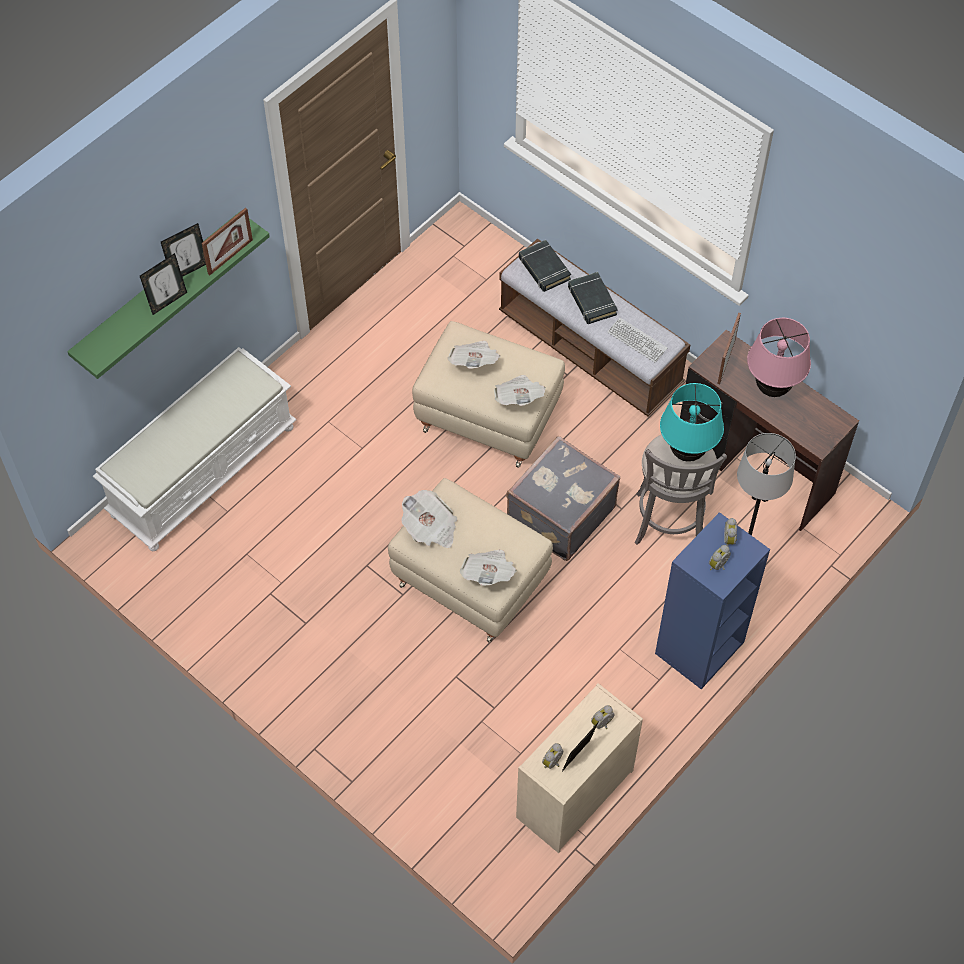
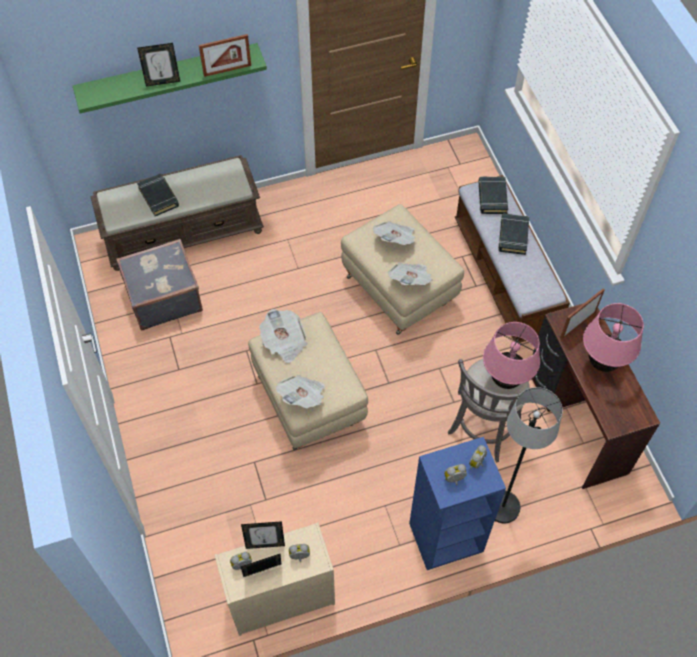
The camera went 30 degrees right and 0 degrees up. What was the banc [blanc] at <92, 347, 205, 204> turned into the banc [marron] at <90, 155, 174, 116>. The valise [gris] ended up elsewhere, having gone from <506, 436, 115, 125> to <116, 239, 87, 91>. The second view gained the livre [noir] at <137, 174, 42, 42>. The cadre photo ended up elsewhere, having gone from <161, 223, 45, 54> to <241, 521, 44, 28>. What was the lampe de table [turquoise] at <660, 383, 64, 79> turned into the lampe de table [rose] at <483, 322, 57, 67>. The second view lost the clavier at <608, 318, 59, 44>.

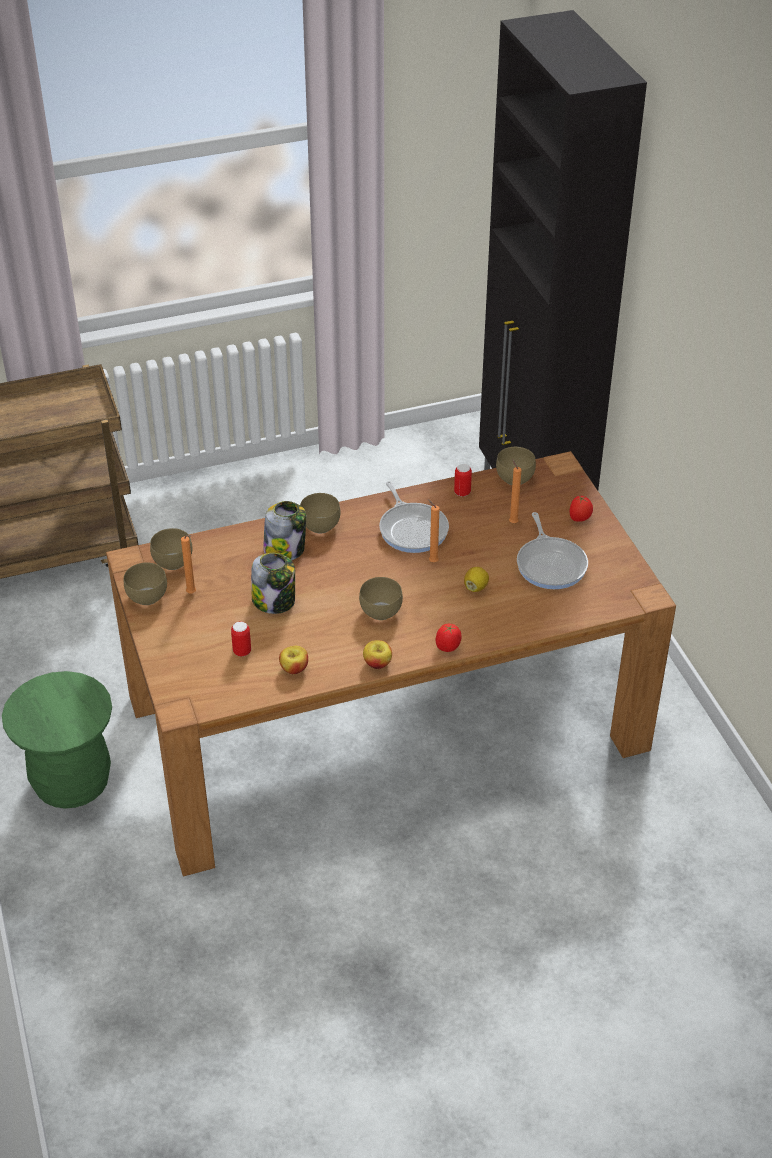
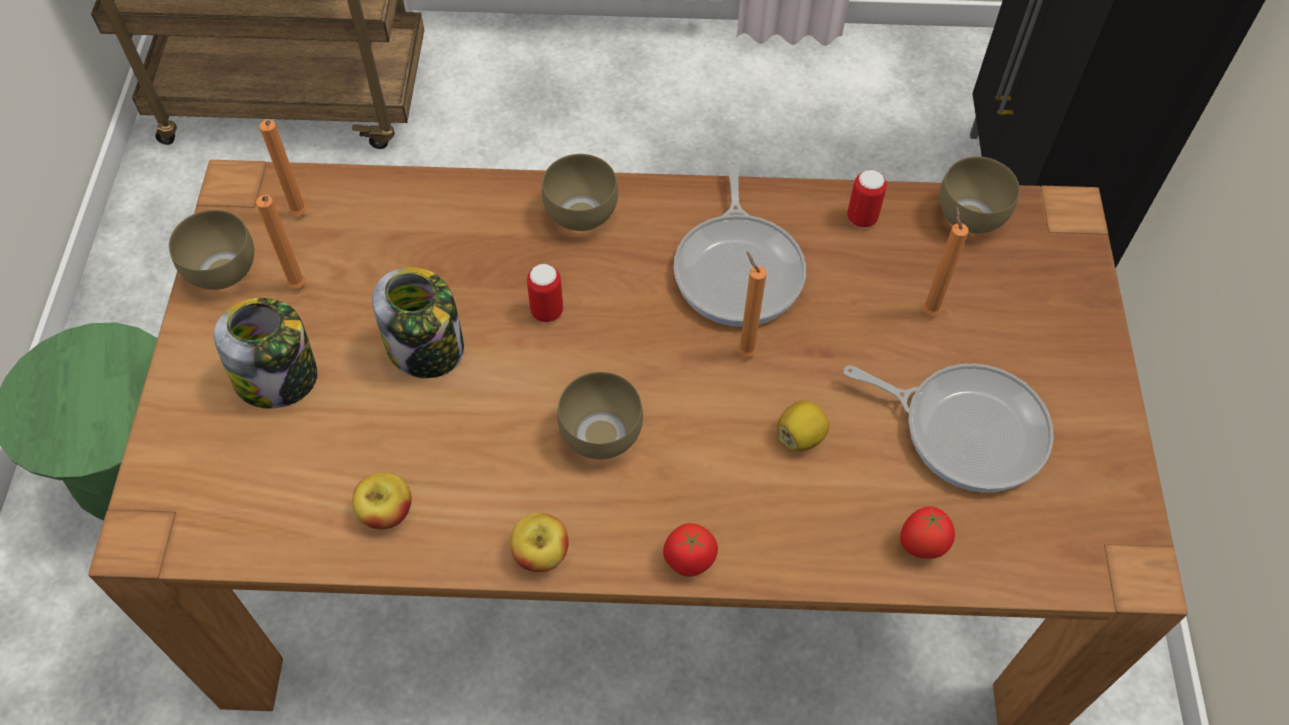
The camera went 20 degrees right and 15 degrees up. The bocal ended up elsewhere, having gone from <263, 501, 43, 59> to <214, 298, 103, 111>. Where the bol [marron] stood at <150, 528, 42, 42>, the bougie [orange] came to stand at <260, 120, 47, 96>. The boîte métallique ended up elsewhere, having gone from <231, 621, 20, 36> to <527, 264, 36, 58>. The poêle at <517, 512, 71, 77> ended up facing another way, 75 degrees counterclockwise from before. The tomate ended up elsewhere, having gone from <570, 496, 23, 25> to <900, 506, 55, 53>.

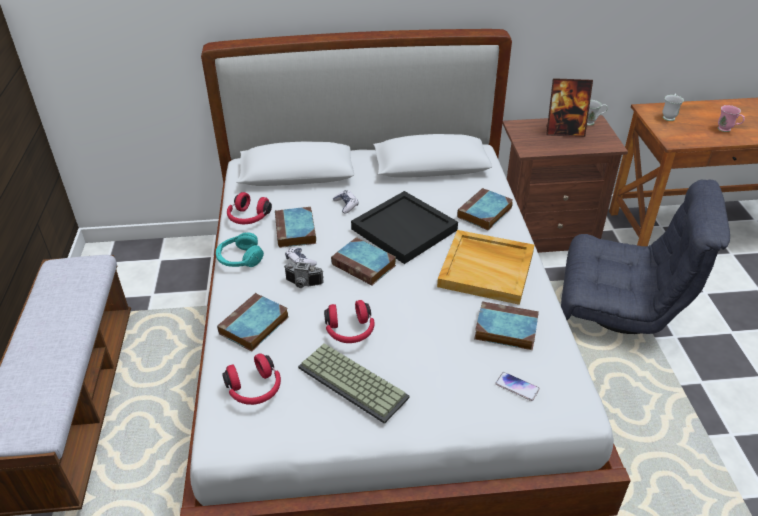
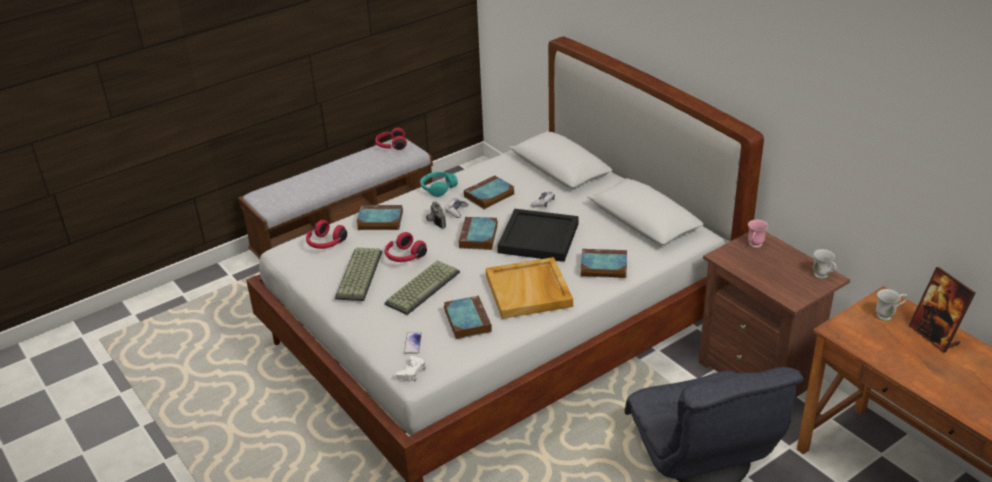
The camera went 60 degrees right and 5 degrees down. The casque audio [rouge] ended up elsewhere, having gone from <227, 192, 45, 32> to <375, 128, 32, 22>. The second view gained the clavier at <385, 260, 75, 55>. The second view gained the manette [blanc] at <396, 356, 30, 26>. The mug [rose] ended up elsewhere, having gone from <718, 105, 27, 27> to <748, 220, 20, 28>. The cadre photo ended up elsewhere, having gone from <546, 78, 47, 59> to <908, 267, 68, 86>.

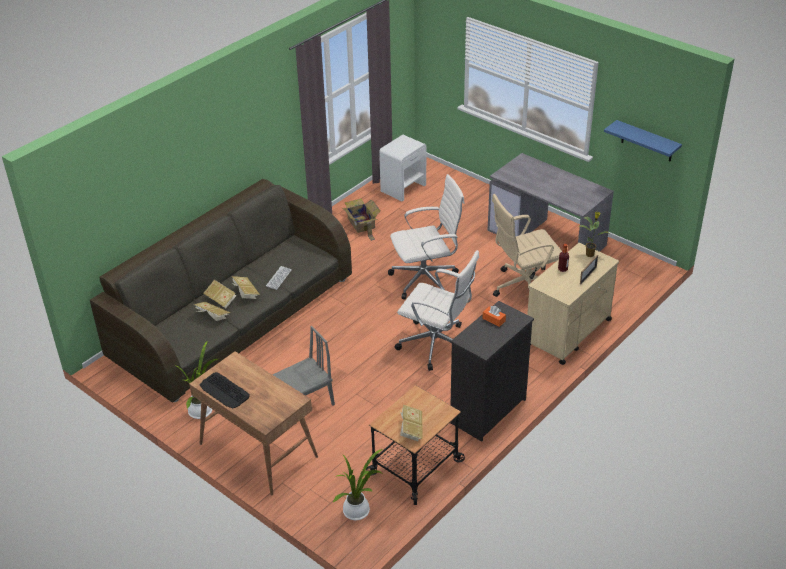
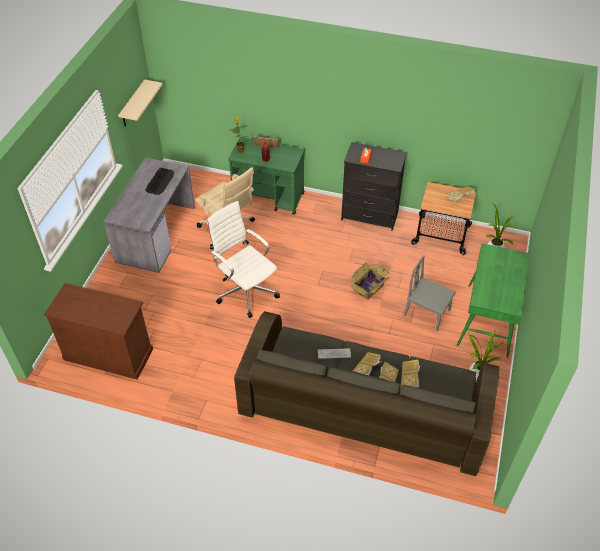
The camera went 115 degrees left and 10 degrees up. Where the table de chevet [blanc] stood at <379, 135, 47, 66>, the meuble de rangement [marron] came to stand at <44, 283, 109, 97>. What was the étagère [bleu] at <604, 120, 78, 42> turned into the étagère [beige] at <118, 79, 45, 48>. The clavier ended up elsewhere, having gone from <200, 372, 50, 37> to <145, 168, 29, 27>. What was the chariot [beige] at <527, 243, 92, 122> turned into the chariot [vert] at <228, 137, 77, 78>. The carton ended up elsewhere, having gone from <342, 198, 38, 43> to <350, 262, 40, 38>. What was the bureau [marron] at <189, 351, 129, 145> turned into the bureau [vert] at <457, 243, 73, 114>. The second view lost the chaise de bureau [blanc] at <395, 250, 84, 121>.

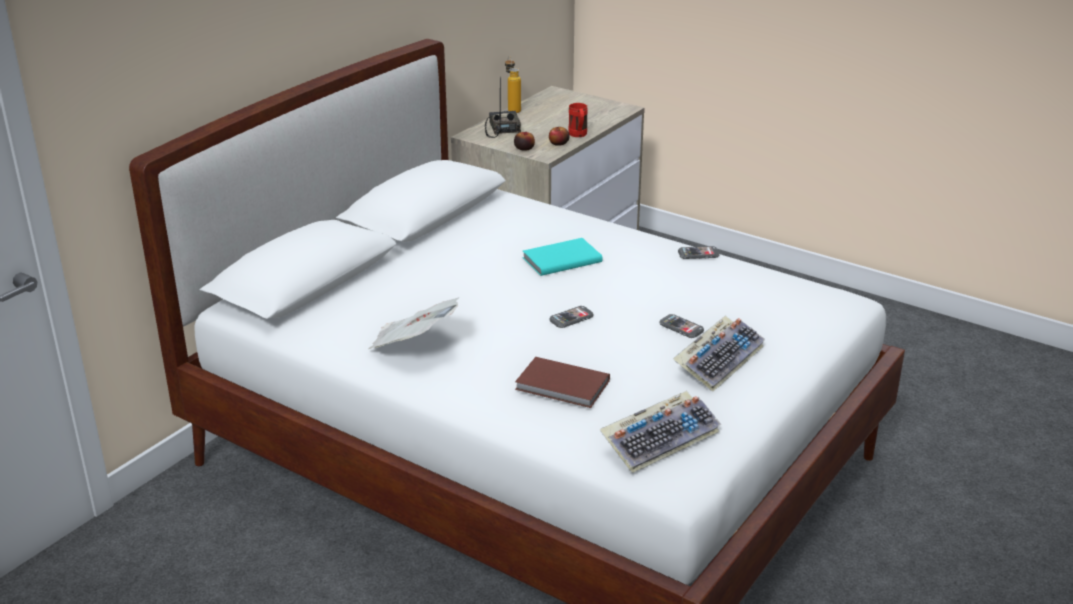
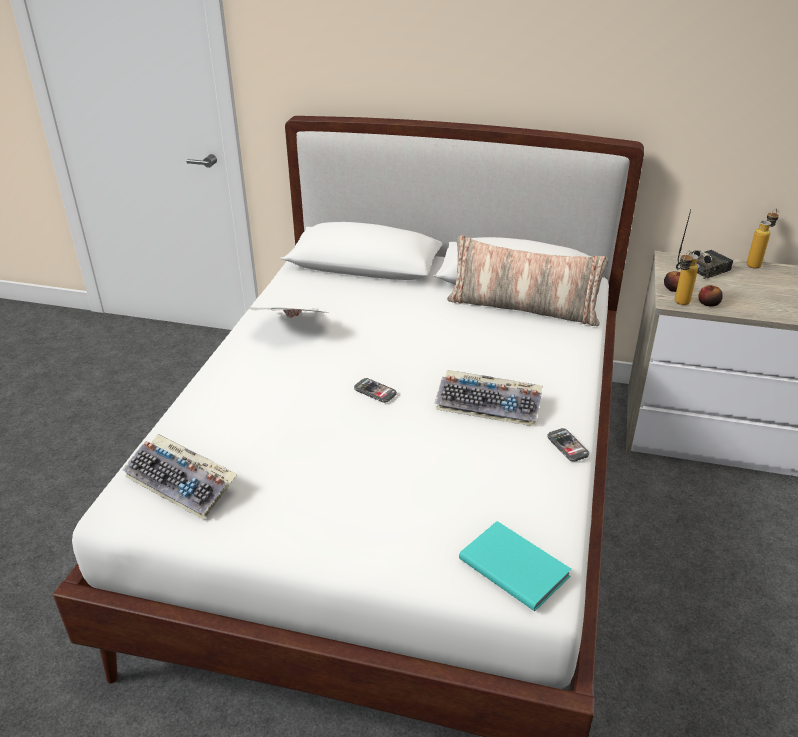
The camera went 70 degrees right and 5 degrees up. The clavier ended up elsewhere, having gone from <673, 316, 92, 76> to <434, 370, 108, 56>. The second view gained the coussin at <447, 235, 162, 91>. The livre [turquoise] ended up elsewhere, having gone from <522, 238, 81, 38> to <459, 521, 113, 90>. The second view gained the bouteille at <675, 250, 24, 55>. The second view lost the livre [marron] at <515, 357, 95, 51>. The second view lost the mug [rouge] at <568, 103, 20, 34>. The second view lost the téléphone at <659, 314, 45, 24>.

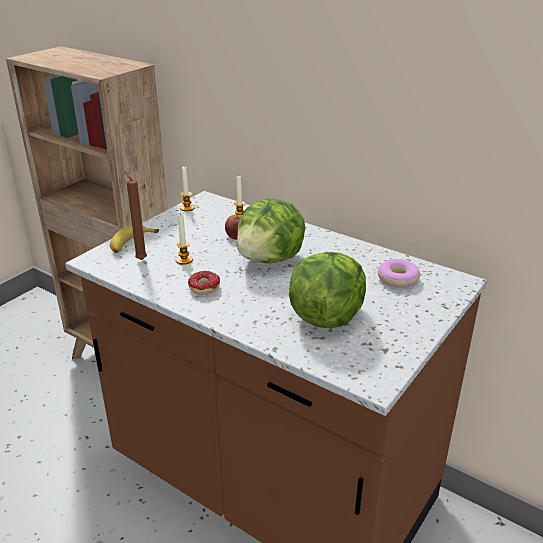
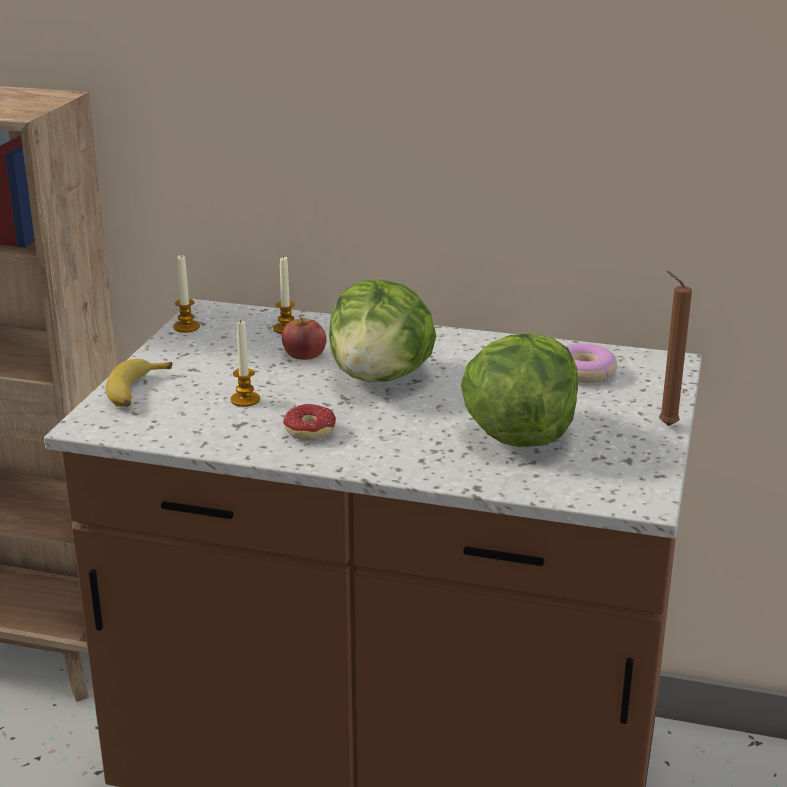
The camera went 20 degrees left and 5 degrees down. The bougie [marron] ended up elsewhere, having gone from <123, 170, 24, 90> to <659, 271, 33, 155>.

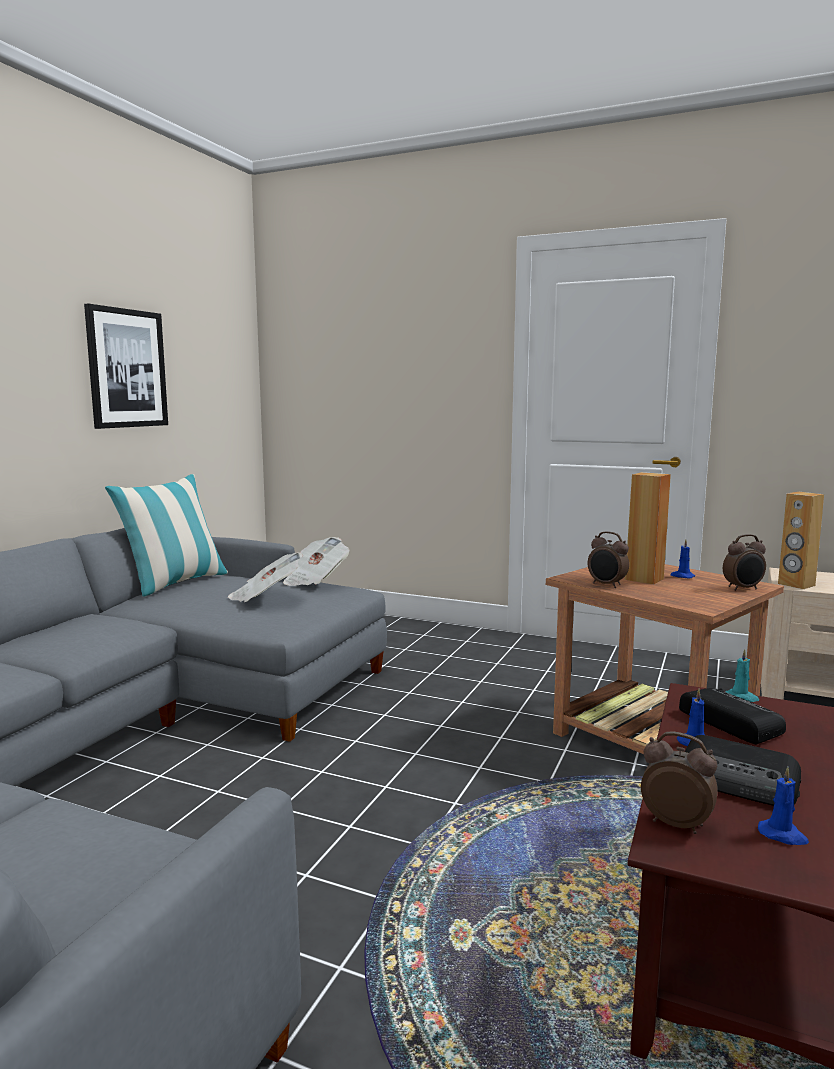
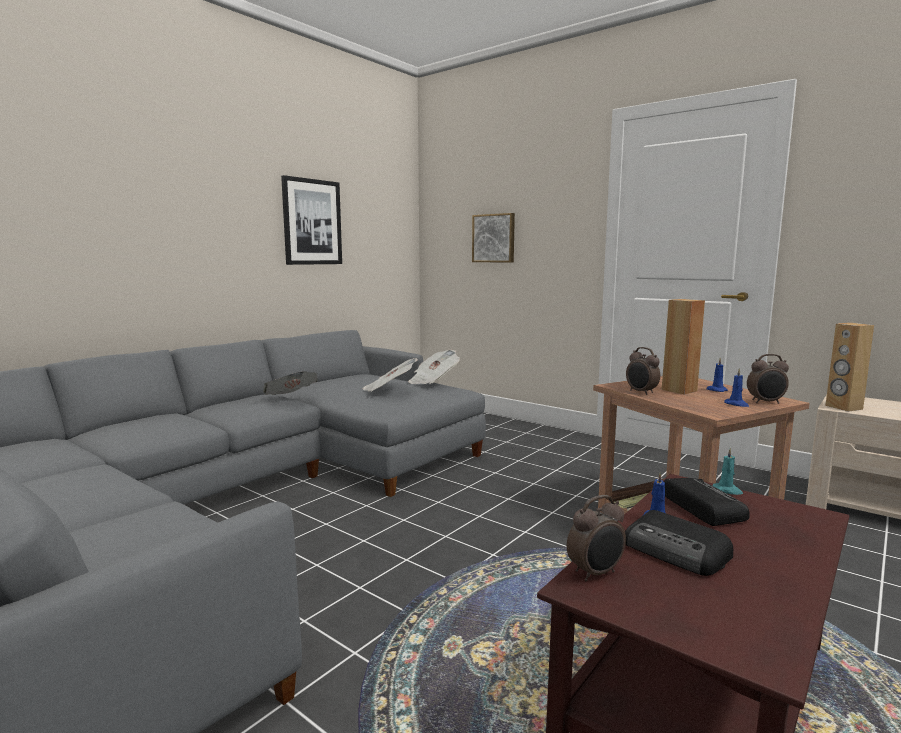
The camera went 15 degrees right and 0 degrees up. The second view gained the journal at <263, 371, 55, 24>. The second view gained the tableau at <472, 213, 43, 50>. The réveil at <641, 732, 77, 102> ended up facing another way, 105 degrees clockwise from before. The bougie [bleu] ended up elsewhere, having gone from <758, 767, 51, 78> to <724, 368, 25, 39>. The second view lost the coussin at <105, 474, 123, 123>.

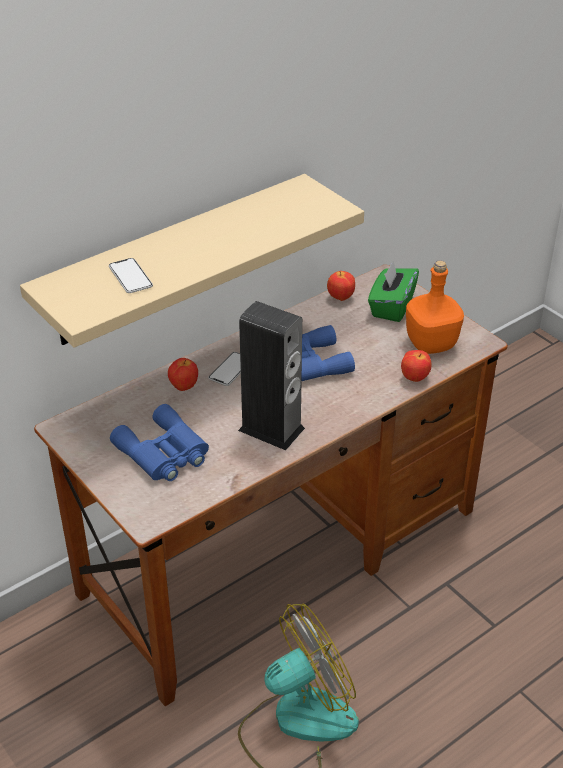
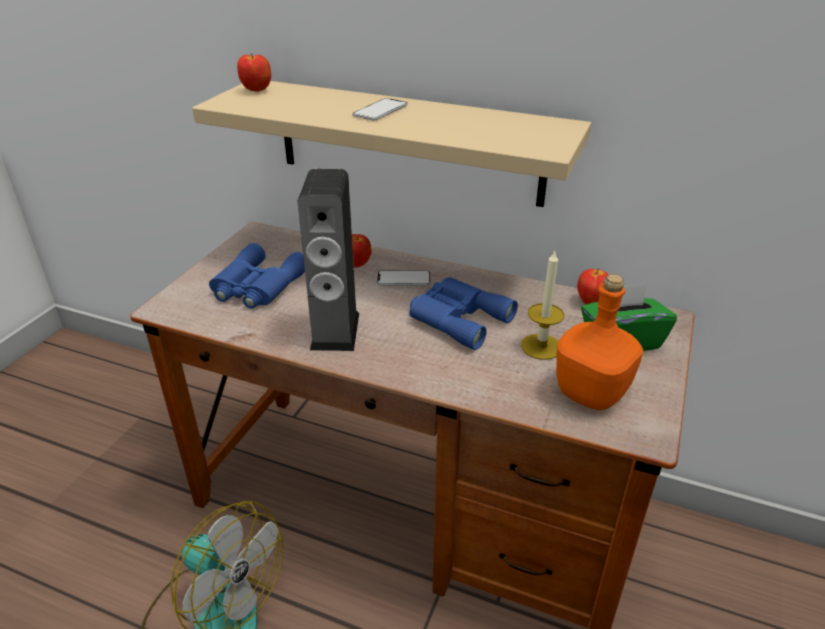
The camera went 60 degrees right and 5 degrees down. The pomme ended up elsewhere, having gone from <401, 350, 31, 32> to <237, 53, 34, 39>. The téléphone ended up elsewhere, having gone from <109, 258, 44, 35> to <352, 98, 56, 23>. The second view gained the bougie at <521, 250, 43, 110>.

